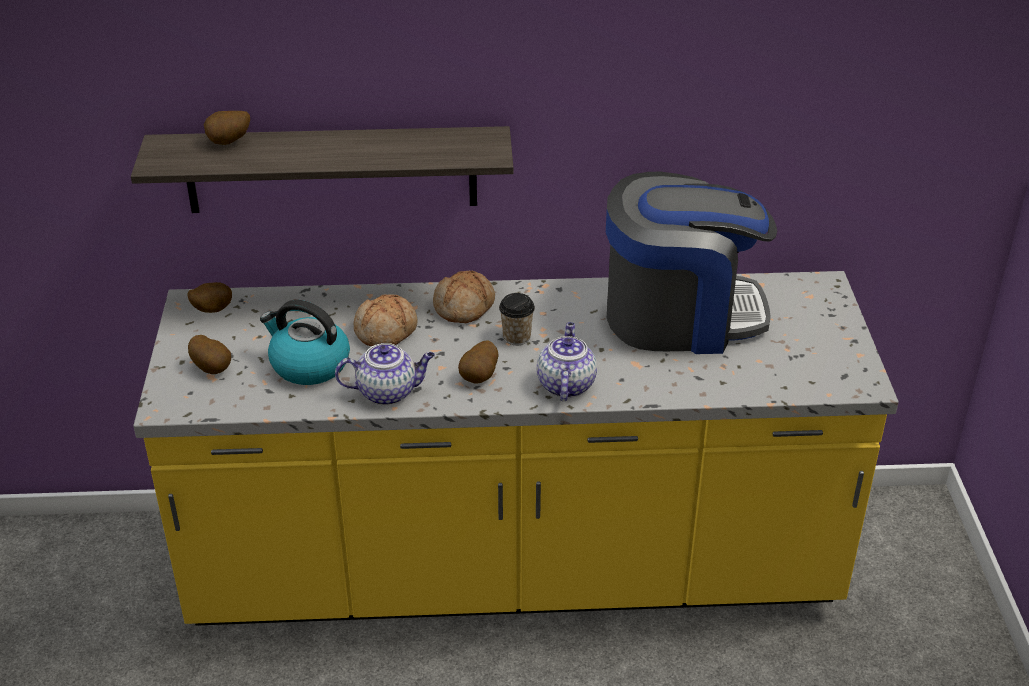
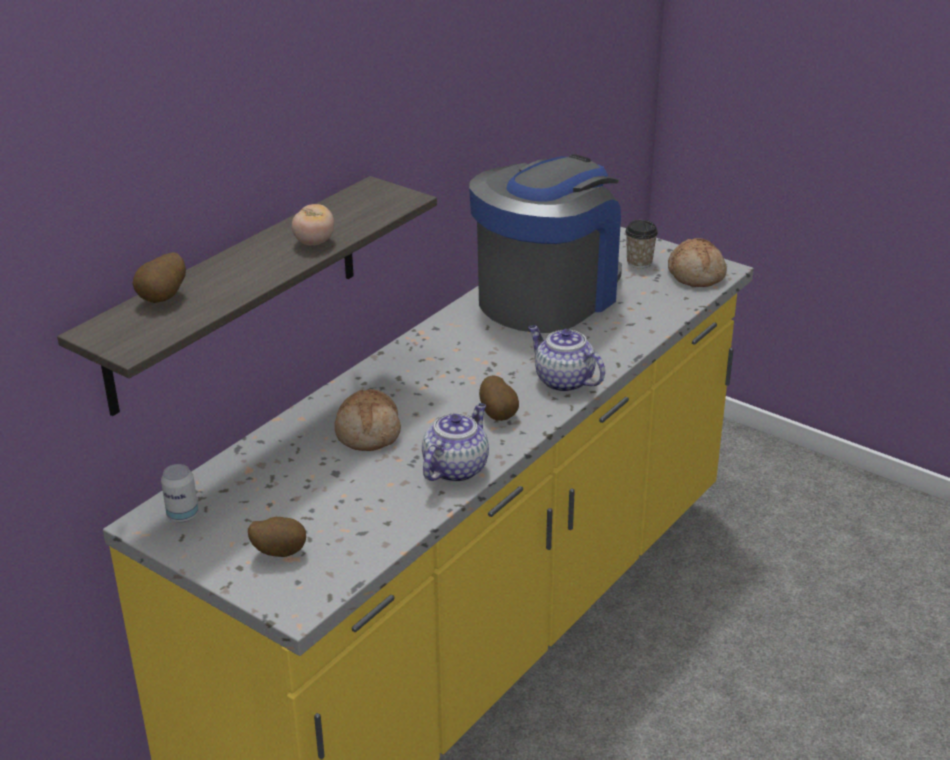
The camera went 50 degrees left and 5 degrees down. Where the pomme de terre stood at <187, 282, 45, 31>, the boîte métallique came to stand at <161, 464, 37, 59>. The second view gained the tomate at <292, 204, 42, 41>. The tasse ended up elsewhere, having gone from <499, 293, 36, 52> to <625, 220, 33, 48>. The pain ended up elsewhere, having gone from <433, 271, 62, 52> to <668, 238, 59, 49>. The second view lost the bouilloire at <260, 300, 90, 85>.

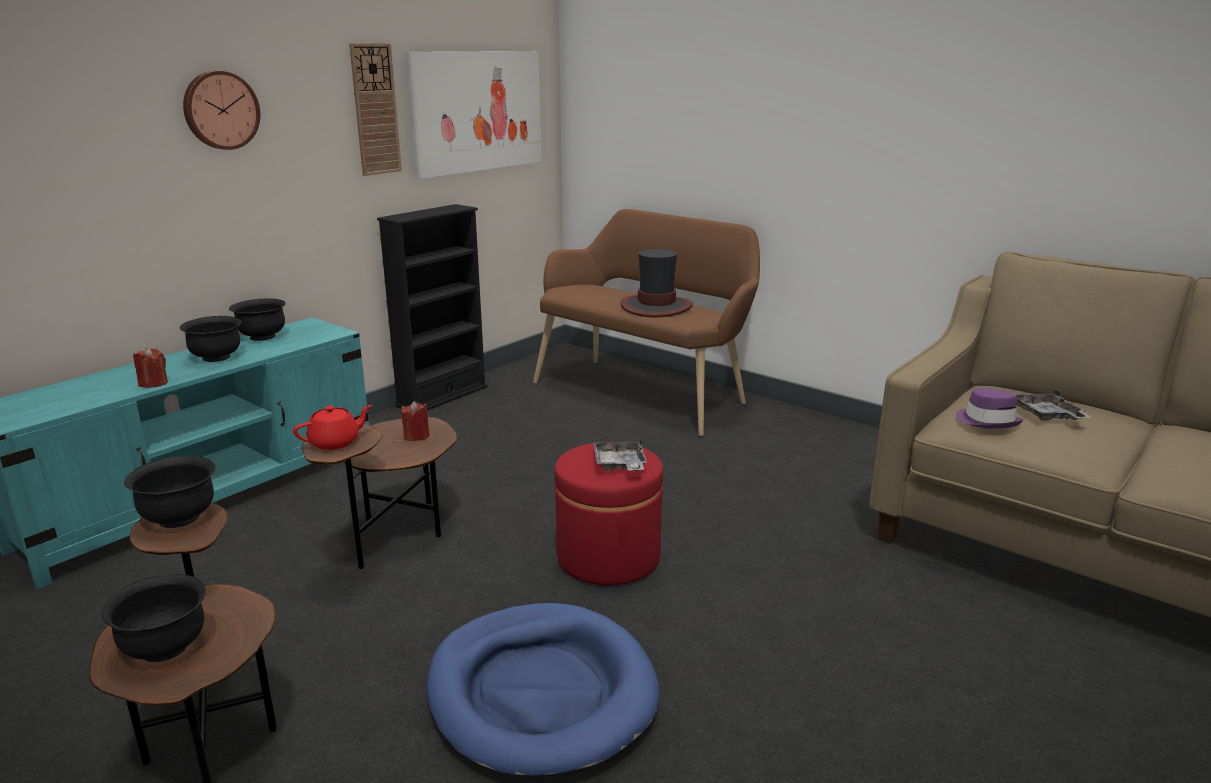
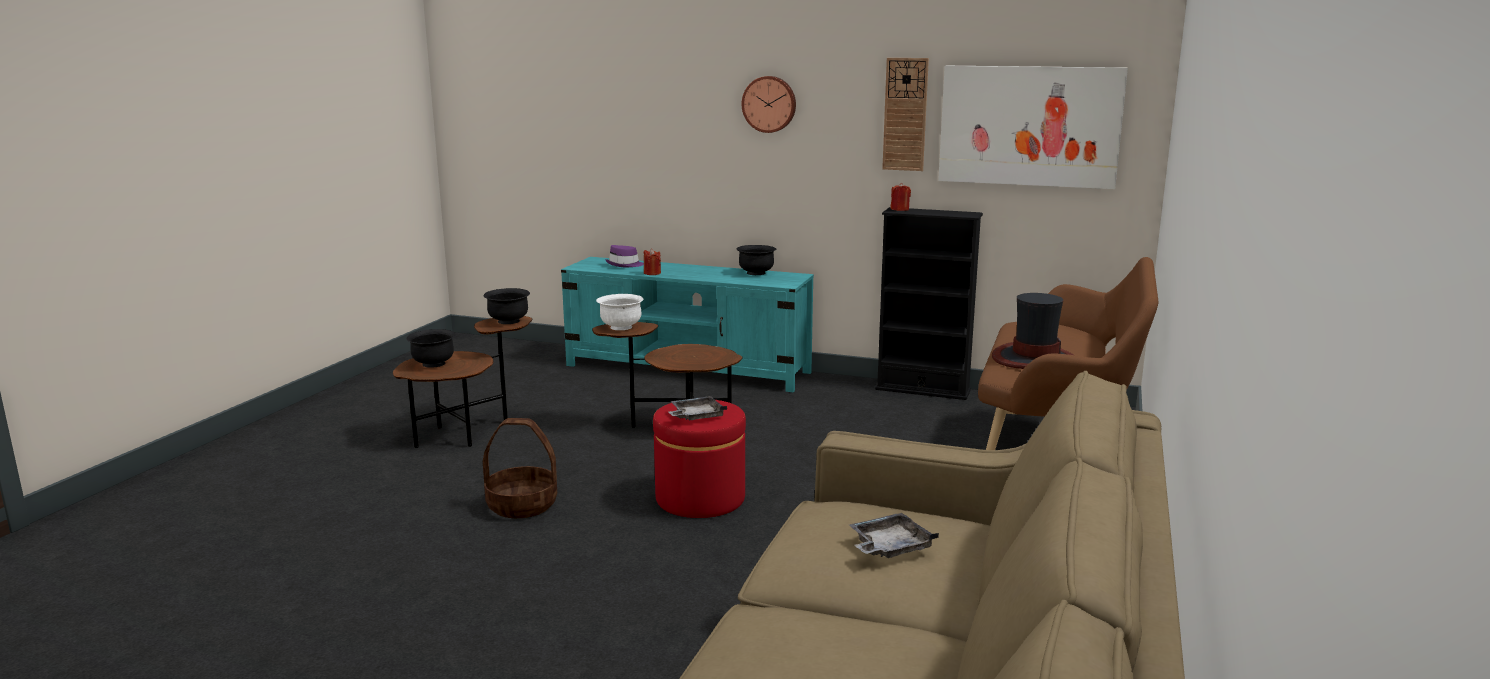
The camera went 70 degrees right and 5 degrees down. Where the panier pour chien [bleu] stood at <427, 603, 233, 176>, the panier came to stand at <483, 418, 74, 100>. Where the théière [rouge] stood at <293, 405, 79, 45>, the bol [blanc] came to stand at <596, 294, 47, 36>. The chapeau [violet] ended up elsewhere, having gone from <956, 388, 67, 40> to <605, 245, 39, 22>. The bougie [rouge] ended up elsewhere, having gone from <401, 401, 29, 40> to <890, 183, 21, 28>. The second view lost the bol [noir] at <180, 316, 62, 46>.

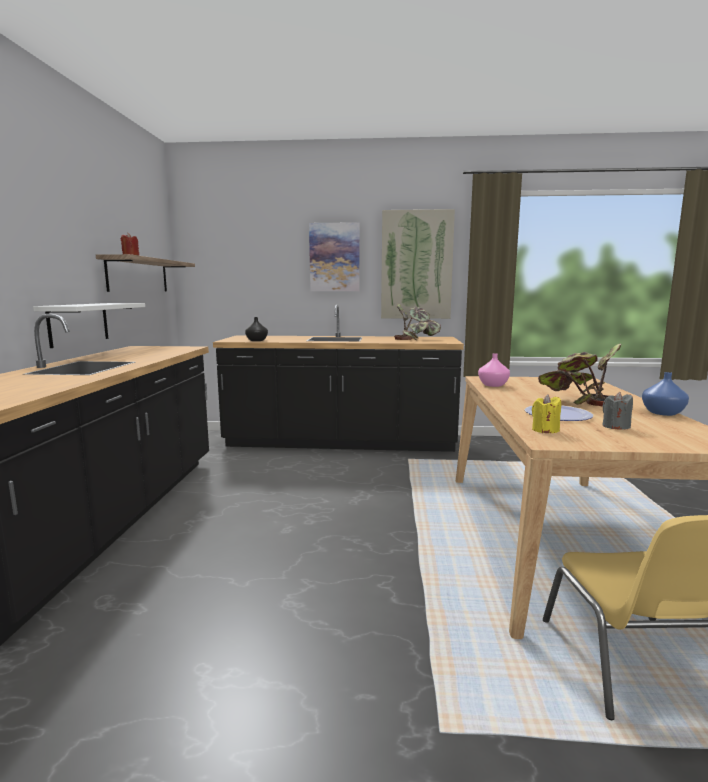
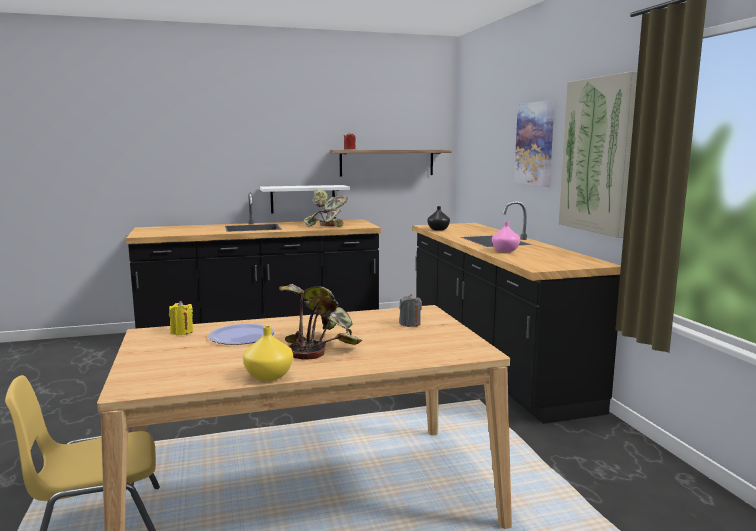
The camera went 70 degrees right and 0 degrees up. What was the vase [bleu] at <642, 372, 47, 44> turned into the vase [jaune] at <243, 326, 50, 55>. The plante en pot ended up elsewhere, having gone from <394, 303, 47, 37> to <303, 190, 45, 37>. The bougie [gris] ended up elsewhere, having gone from <602, 392, 31, 38> to <399, 294, 23, 33>. The vase [rose] ended up elsewhere, having gone from <478, 354, 32, 33> to <492, 222, 28, 30>.

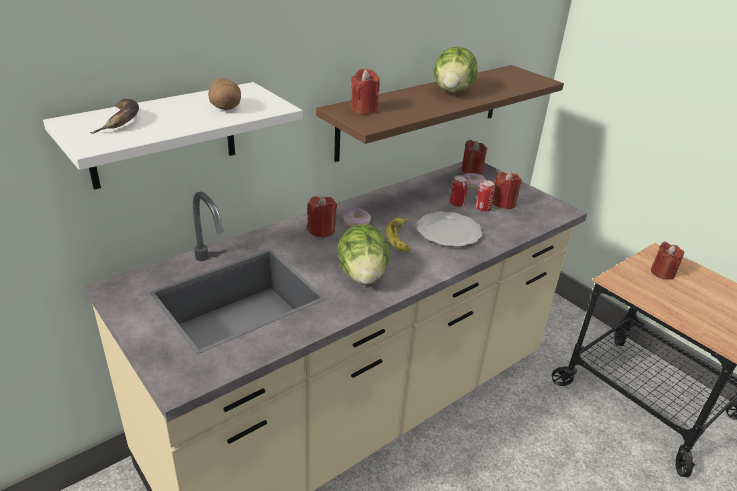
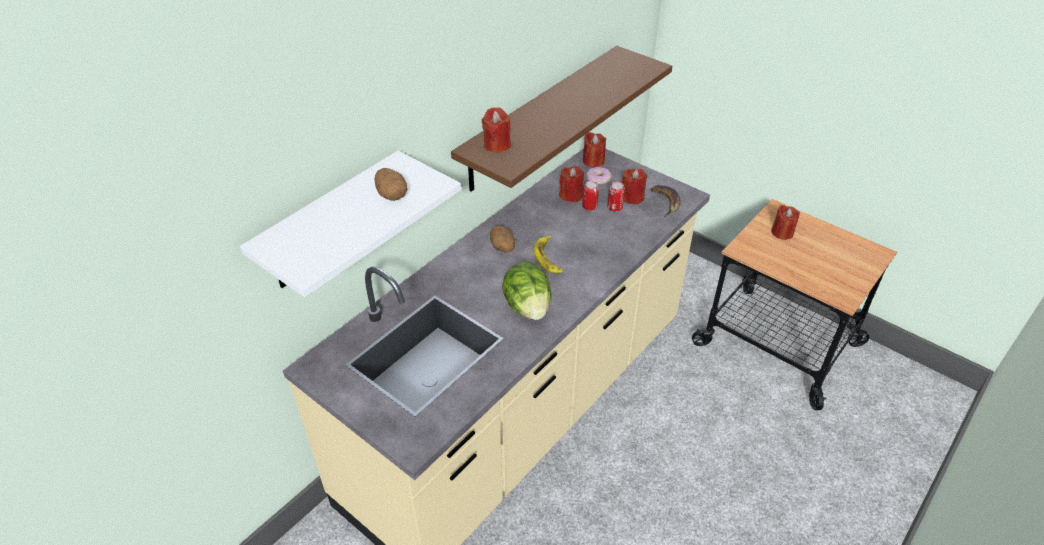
The camera went 10 degrees left and 10 degrees up. Where the beignet stood at <343, 208, 28, 19>, the pomme de terre came to stand at <490, 225, 25, 28>. The bougie [rouge] ended up elsewhere, having gone from <307, 196, 30, 42> to <559, 166, 25, 36>. The banane ended up elsewhere, having gone from <90, 99, 49, 35> to <650, 185, 31, 32>. The second view lost the assiette at <417, 212, 66, 35>. The second view lost the laitue at <434, 47, 44, 46>.

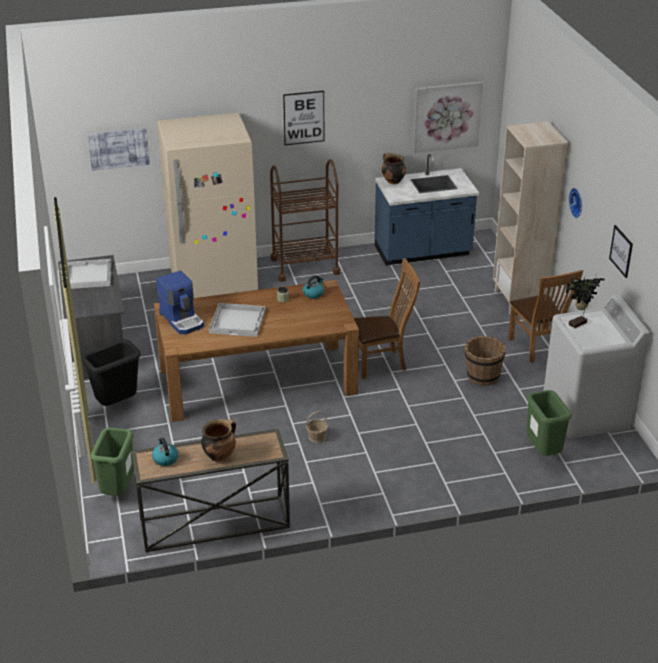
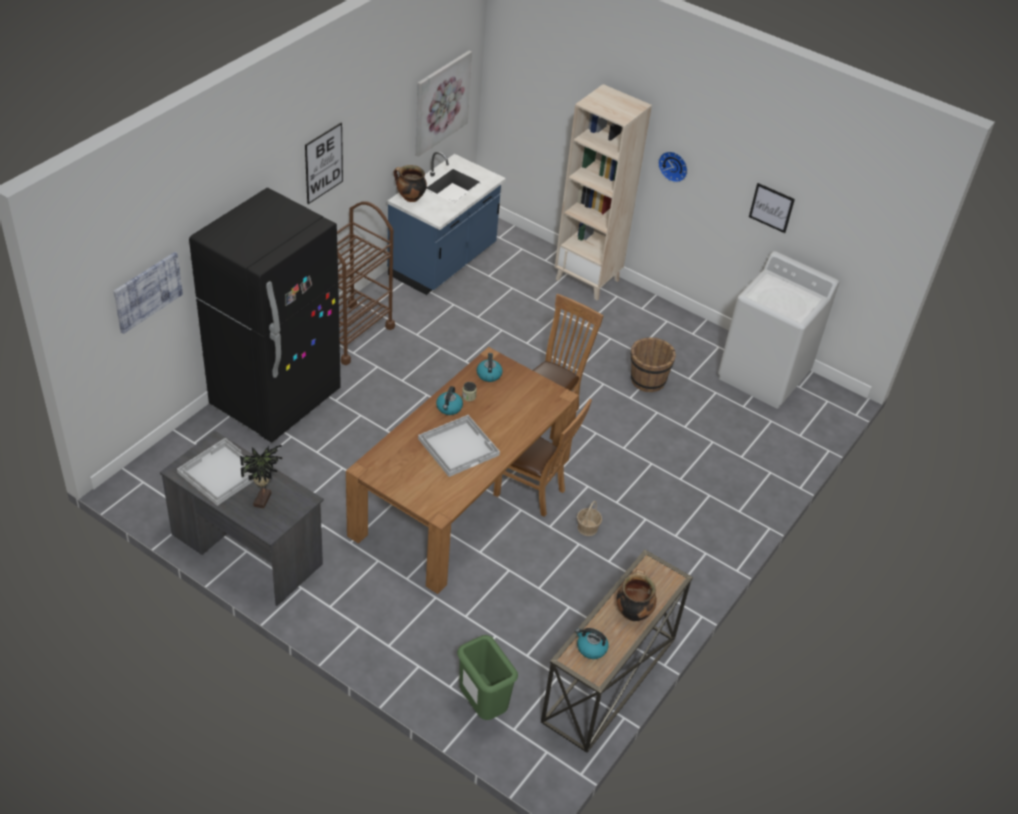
The camera went 45 degrees left and 10 degrees up. What was the réfrigérateur [beige] at <157, 113, 101, 185> turned into the réfrigérateur [noir] at <189, 188, 152, 255>. The plante en pot ended up elsewhere, having gone from <566, 277, 39, 51> to <240, 445, 43, 64>. The second view gained the bouilloire at <436, 386, 27, 29>. The chaise [marron] ended up elsewhere, having gone from <508, 270, 75, 93> to <493, 399, 99, 118>. The second view lost the poubelle [noir] at <81, 339, 60, 67>. The second view lost the machine à café at <156, 270, 48, 64>. The second view lost the poubelle [vert] at <527, 390, 45, 66>.

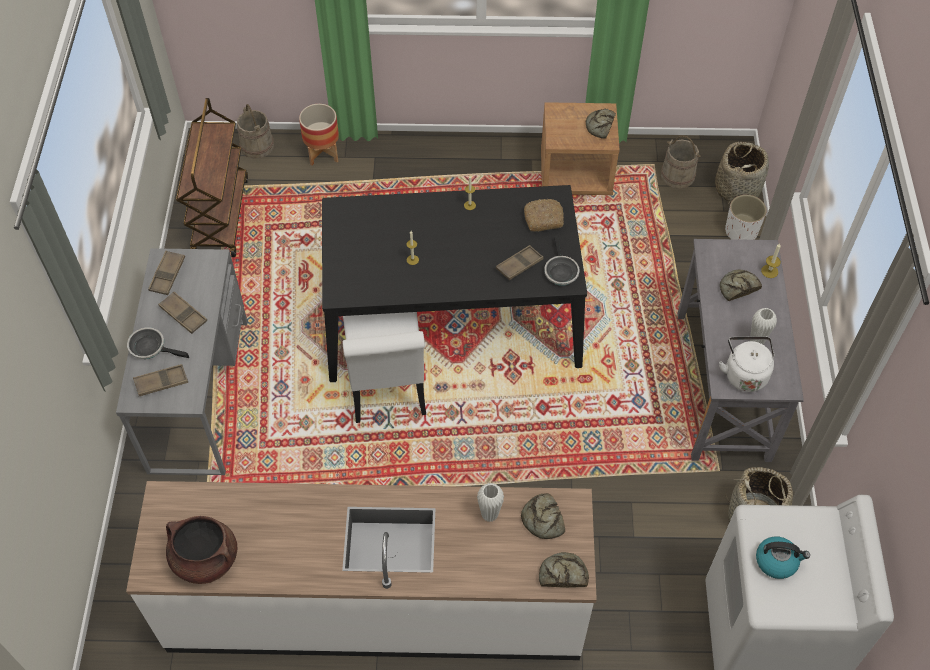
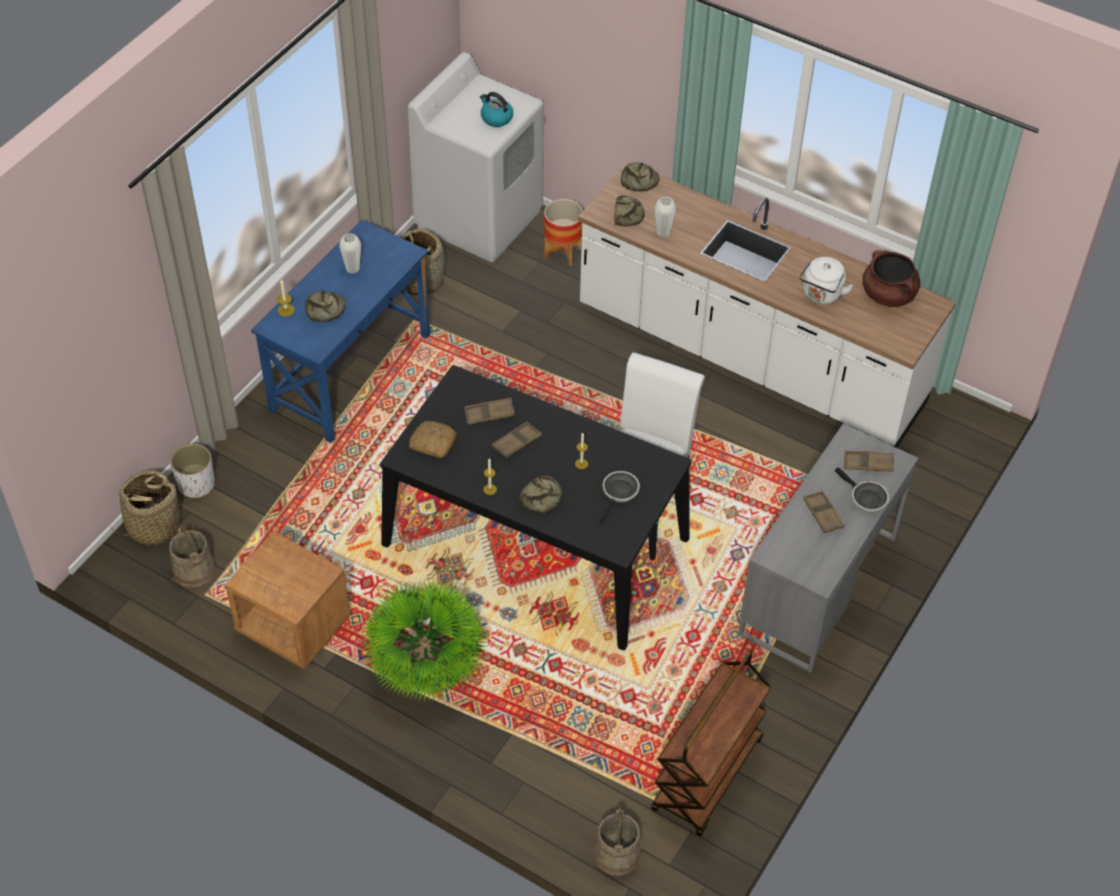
The camera went 150 degrees left and 5 degrees down. What was the bureau [gris] at <677, 239, 127, 223> turned into the bureau [bleu] at <251, 220, 179, 223>. The second view gained the plante en pot at <360, 578, 130, 124>. The plateau [marron] ended up elsewhere, having gone from <148, 251, 37, 44> to <492, 422, 50, 36>. The pain ended up elsewhere, having gone from <586, 109, 30, 30> to <519, 475, 44, 39>. The cache-pot ended up elsewhere, having gone from <299, 104, 40, 62> to <544, 199, 39, 67>. The poêle ended up elsewhere, having gone from <544, 235, 35, 51> to <600, 471, 40, 52>. The bouilloire [blanc] ended up elsewhere, having gone from <719, 336, 55, 56> to <800, 257, 53, 47>.

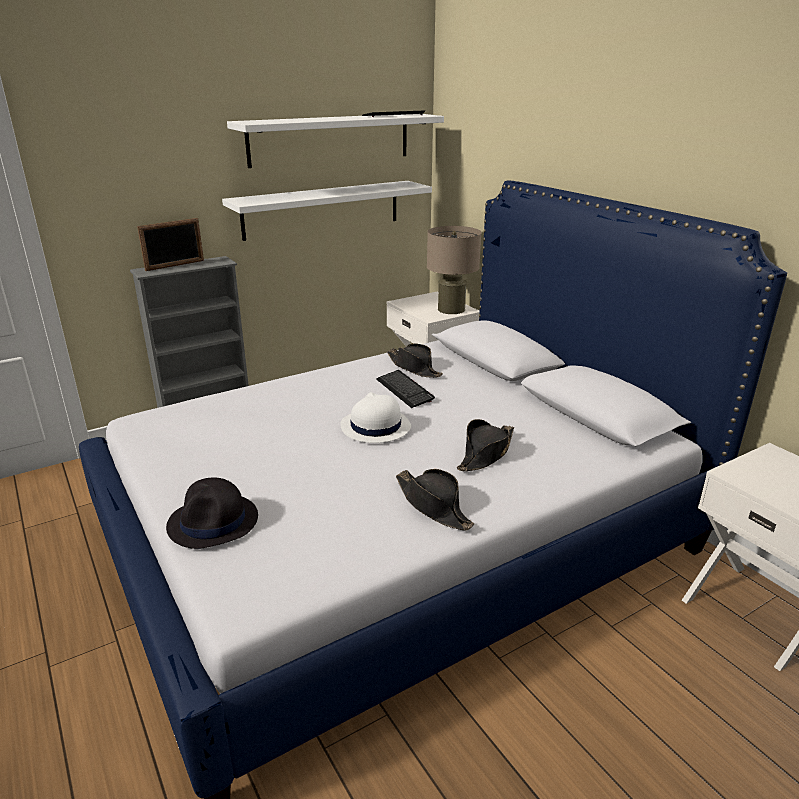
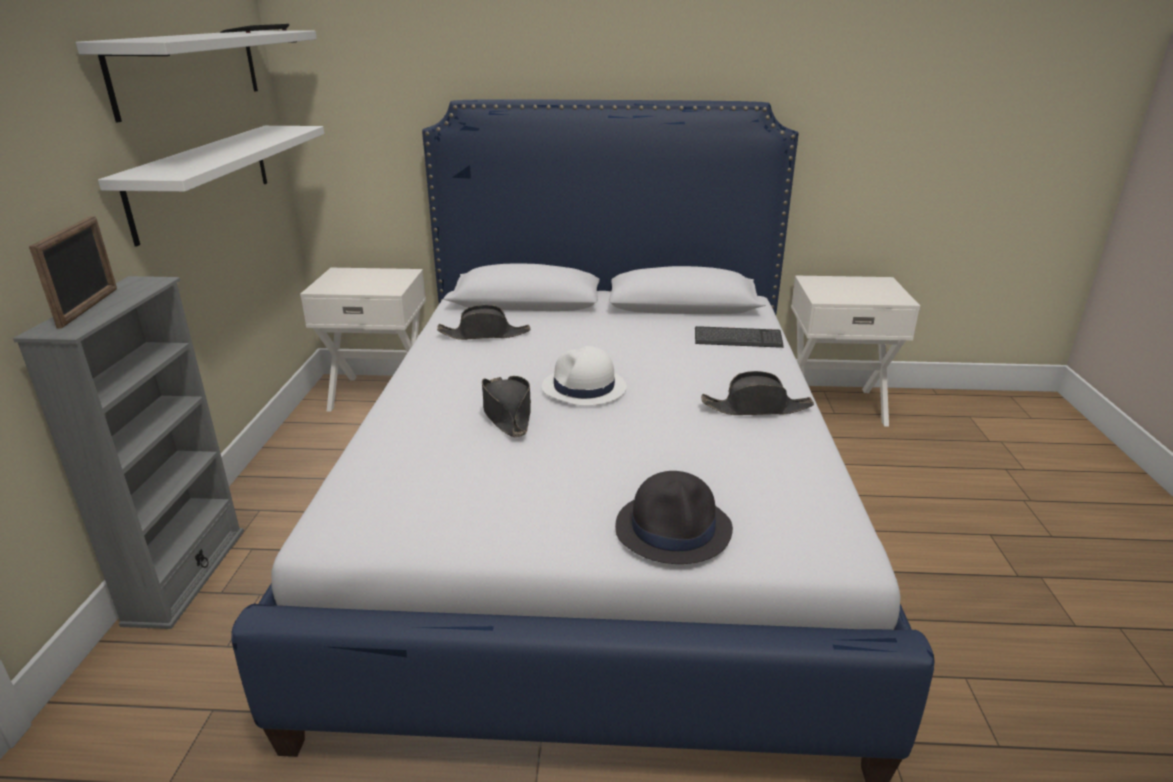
The camera went 55 degrees left and 0 degrees up. The chapeau [noir] ended up elsewhere, having gone from <457, 419, 57, 52> to <482, 376, 49, 61>. The clavier ended up elsewhere, having gone from <376, 370, 59, 38> to <695, 326, 89, 22>. The second view lost the lampe de table [beige] at <427, 226, 54, 88>.

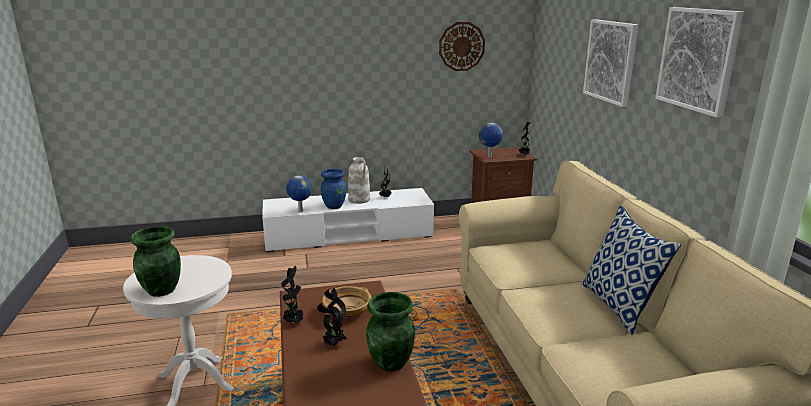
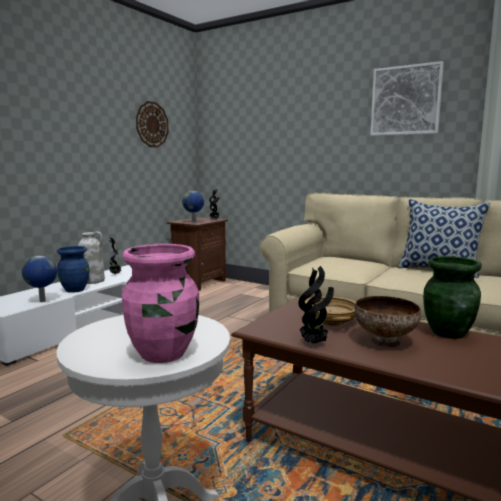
The camera went 45 degrees left and 10 degrees down. What was the vase [vert] at <130, 226, 51, 71> turned into the vase [rose] at <122, 244, 77, 119>. Where the plante en pot stood at <317, 288, 31, 58>, the bol came to stand at <355, 296, 66, 51>. The second view lost the tableau at <583, 19, 56, 88>.

